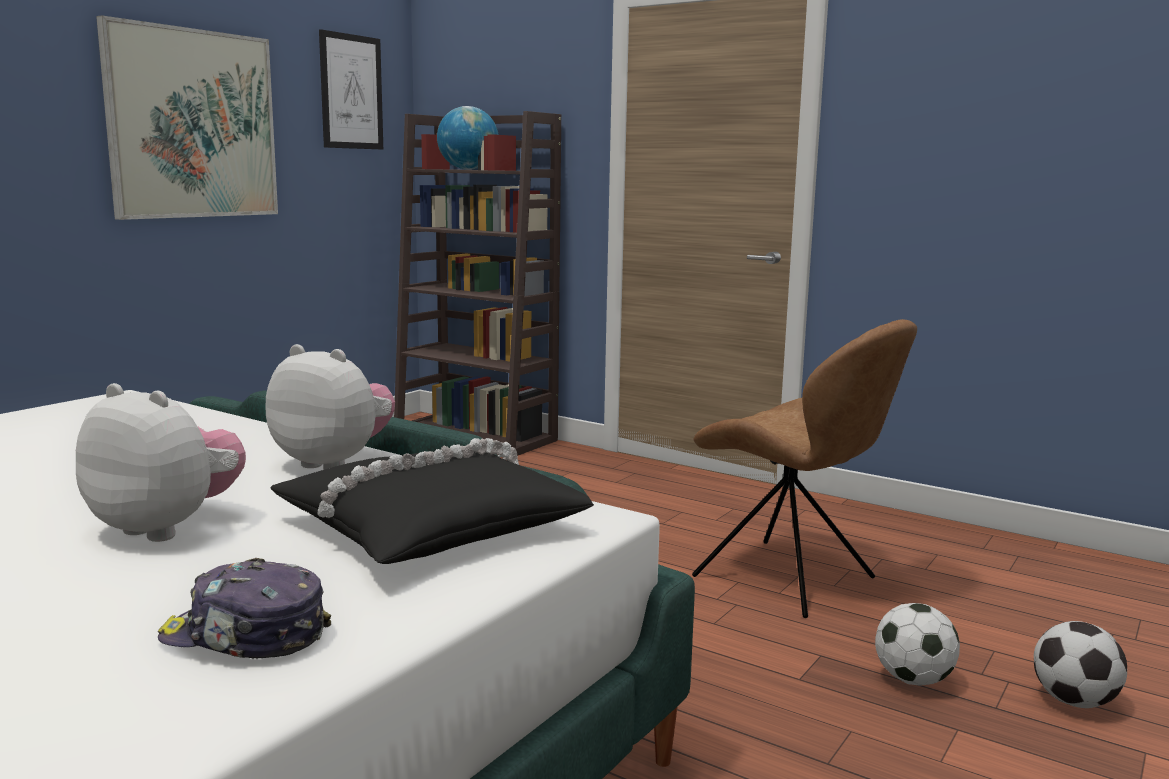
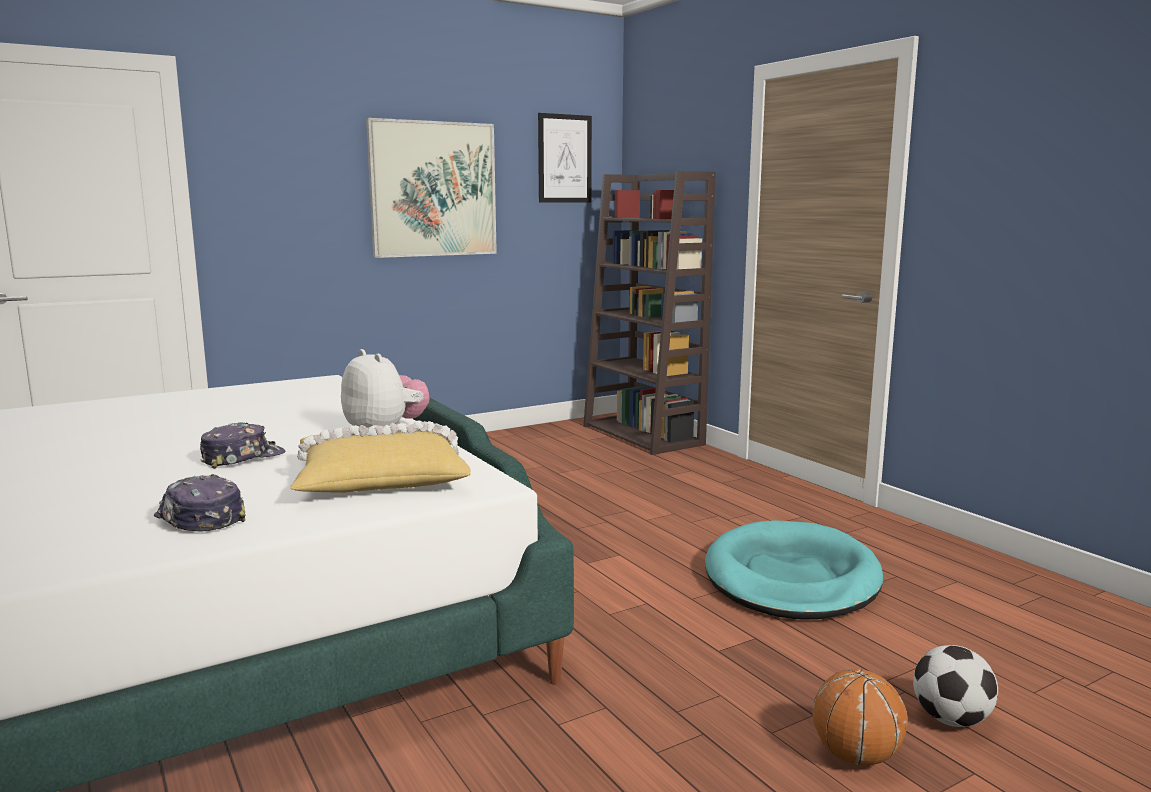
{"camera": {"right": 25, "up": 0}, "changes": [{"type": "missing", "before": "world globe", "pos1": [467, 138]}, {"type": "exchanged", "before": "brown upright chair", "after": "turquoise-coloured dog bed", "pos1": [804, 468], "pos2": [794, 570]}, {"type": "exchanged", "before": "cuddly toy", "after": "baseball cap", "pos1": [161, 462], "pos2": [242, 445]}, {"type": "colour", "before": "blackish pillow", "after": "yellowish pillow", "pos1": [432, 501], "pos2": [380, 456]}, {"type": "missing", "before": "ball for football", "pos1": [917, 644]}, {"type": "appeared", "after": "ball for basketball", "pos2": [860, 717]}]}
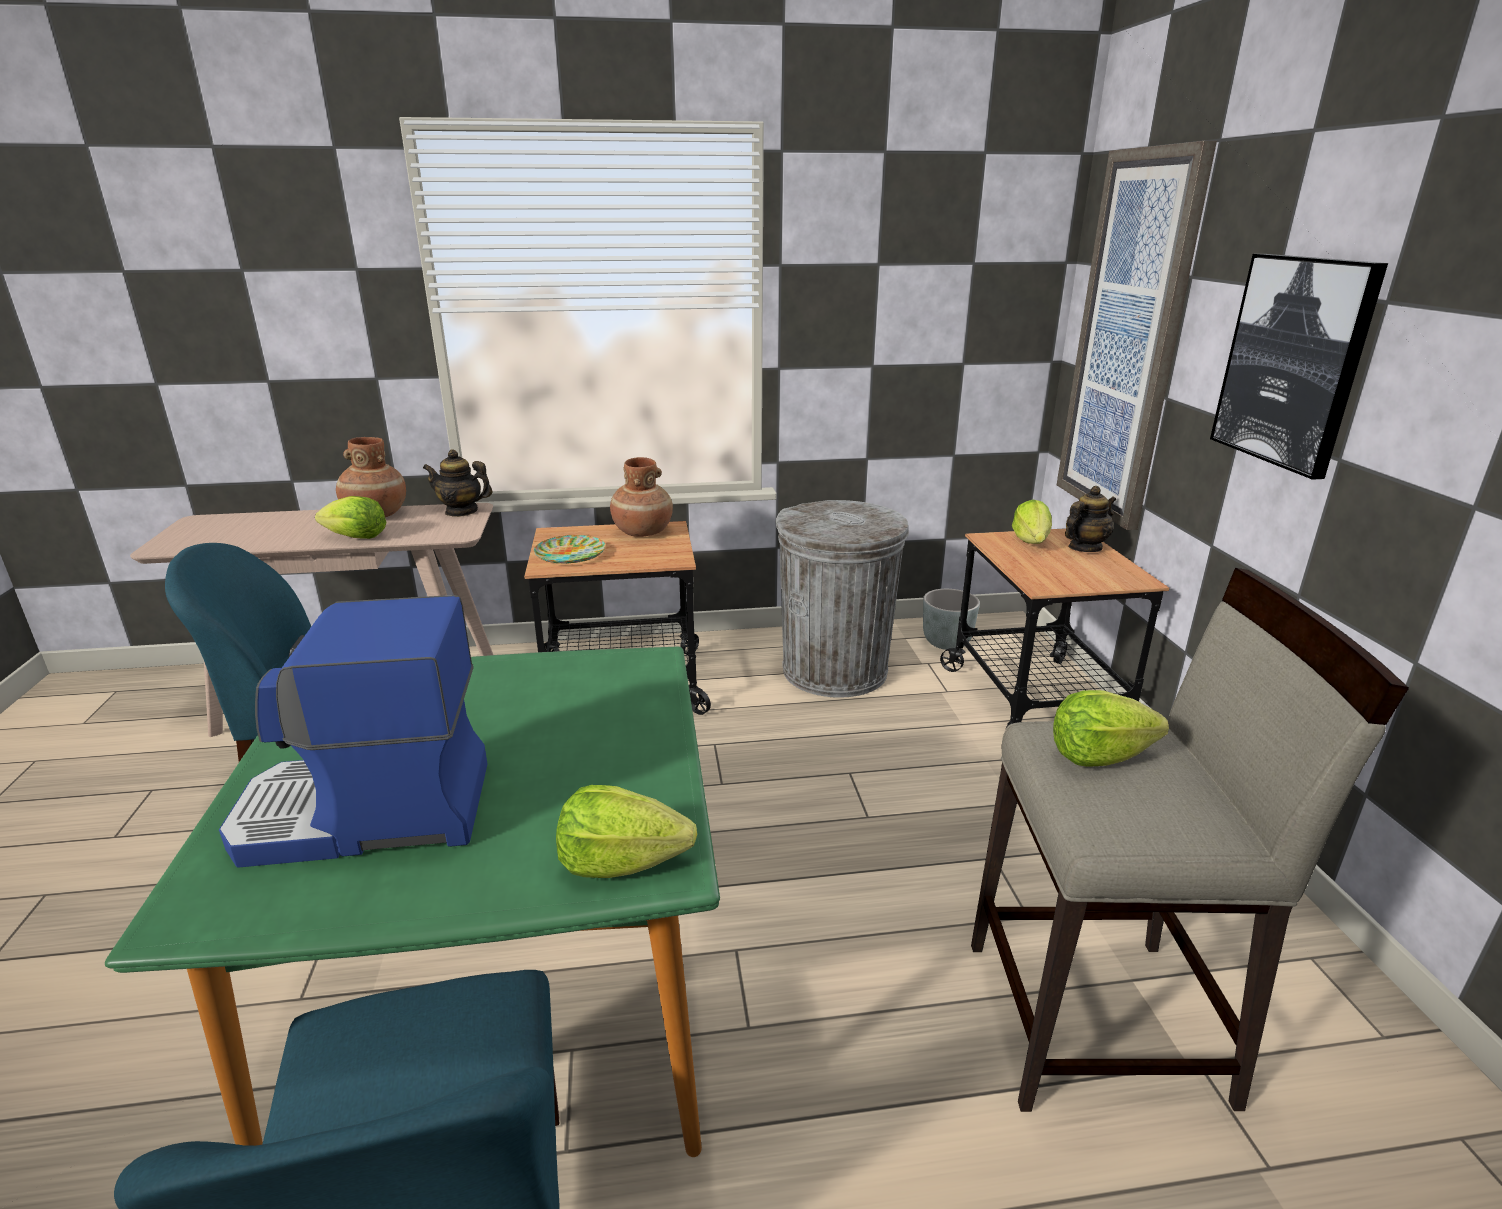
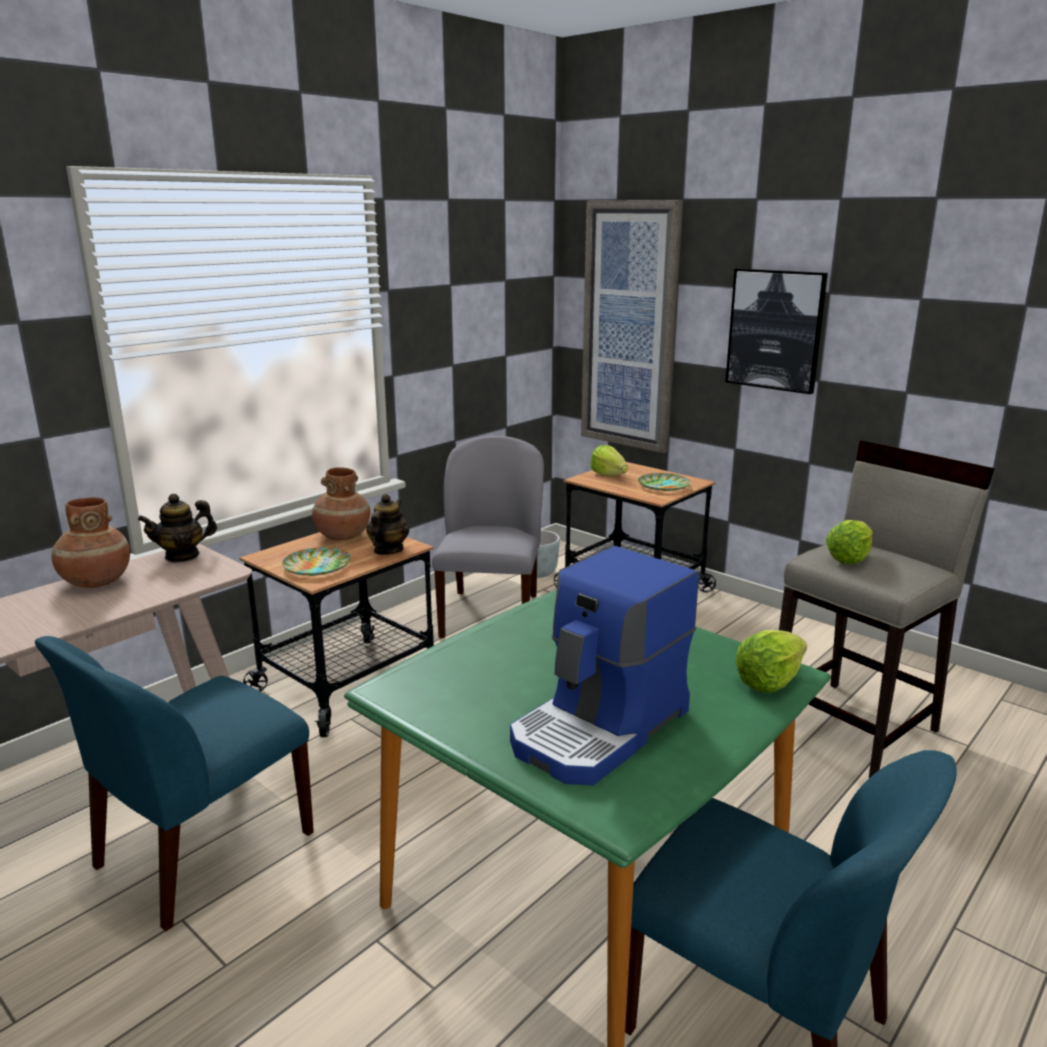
{"camera": {"right": -40, "up": -5}, "changes": [{"type": "relocated", "before": "pot for tea", "pos1": [1090, 519], "pos2": [387, 524]}, {"type": "missing", "before": "lettuce head", "pos1": [350, 517]}, {"type": "exchanged", "before": "greyish trash can", "after": "greyish upright chair", "pos1": [842, 598], "pos2": [488, 537]}, {"type": "appeared", "after": "plate", "pos2": [664, 482]}]}
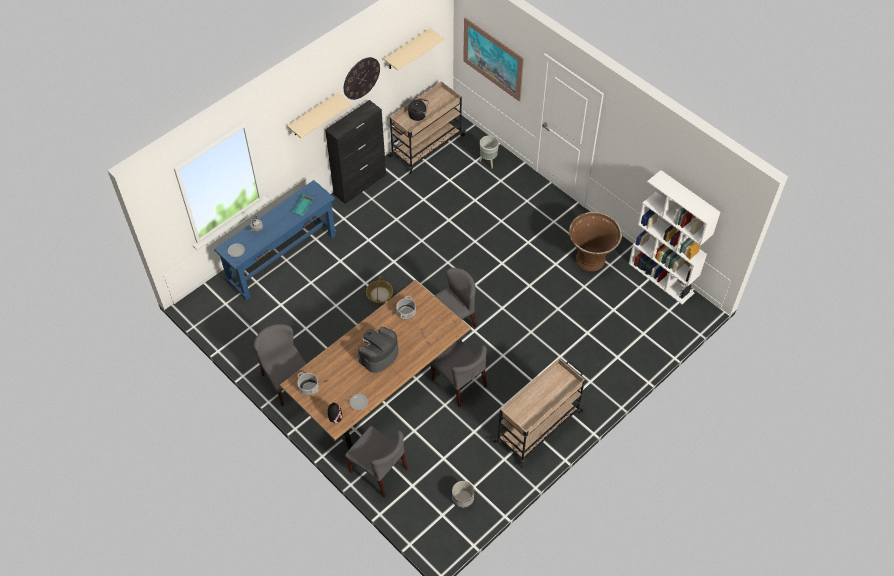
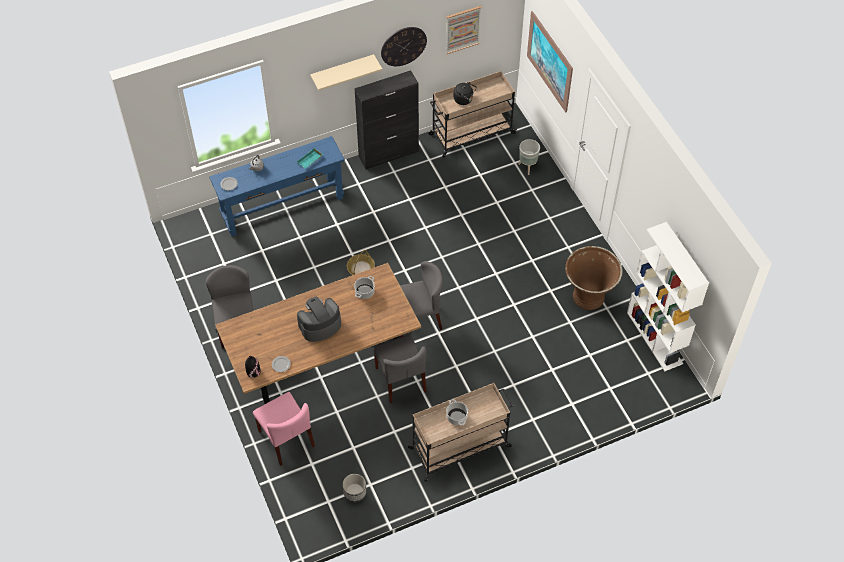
{"camera": {"right": 20, "up": 0}, "changes": [{"type": "exchanged", "before": "sand-coloured wall shelf", "after": "picture", "pos1": [414, 49], "pos2": [464, 30]}, {"type": "relocated", "before": "stockpot", "pos1": [307, 383], "pos2": [457, 412]}, {"type": "colour", "before": "greyish upright chair", "after": "pink upright chair", "pos1": [376, 461], "pos2": [284, 429]}]}
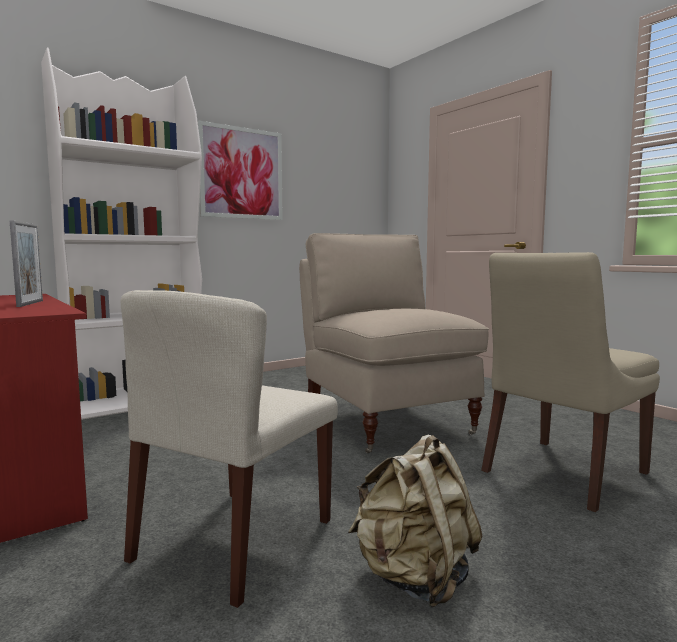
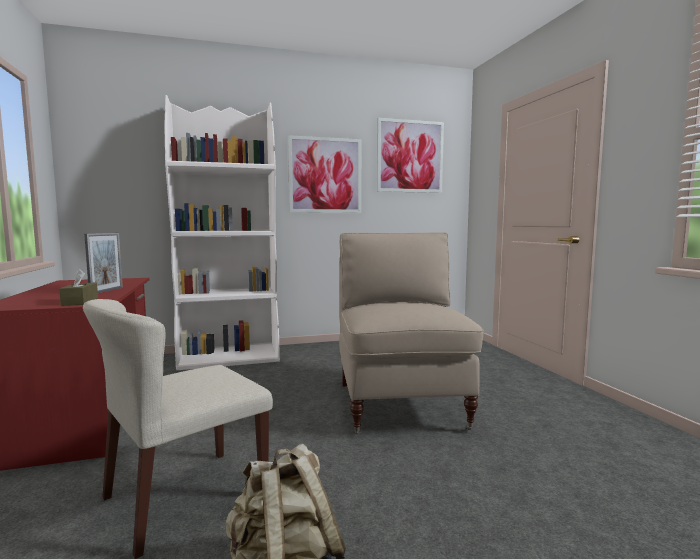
{"camera": {"right": 20, "up": 0}, "changes": [{"type": "missing", "before": "sand-coloured upright chair", "pos1": [570, 382]}, {"type": "appeared", "after": "picture", "pos2": [410, 155]}, {"type": "appeared", "after": "brown tissue box", "pos2": [78, 287]}]}
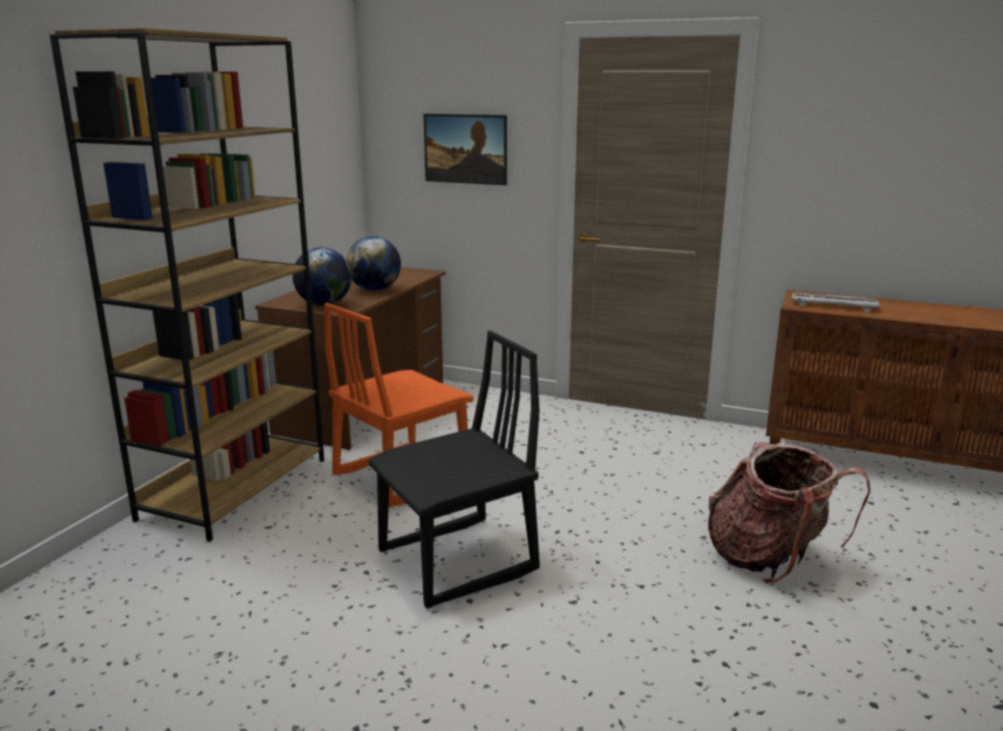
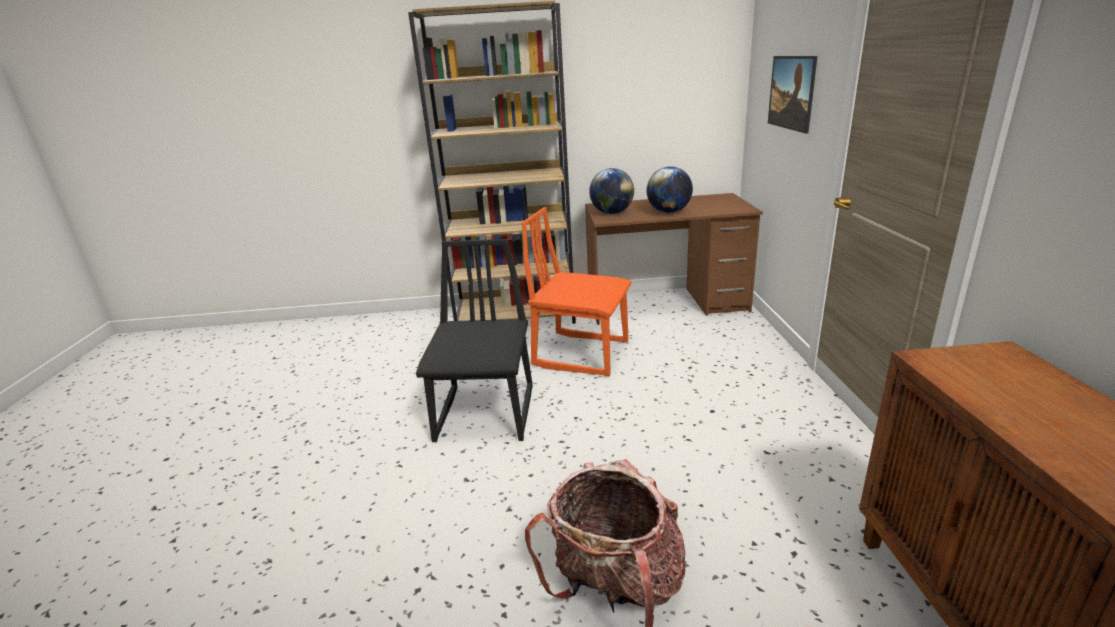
{"camera": {"right": 65, "up": 5}, "changes": [{"type": "missing", "before": "keyboard", "pos1": [836, 302]}, {"type": "spun", "before": "blackish upright chair", "pos1": [454, 469], "pos2": [474, 340], "turn": -120}]}
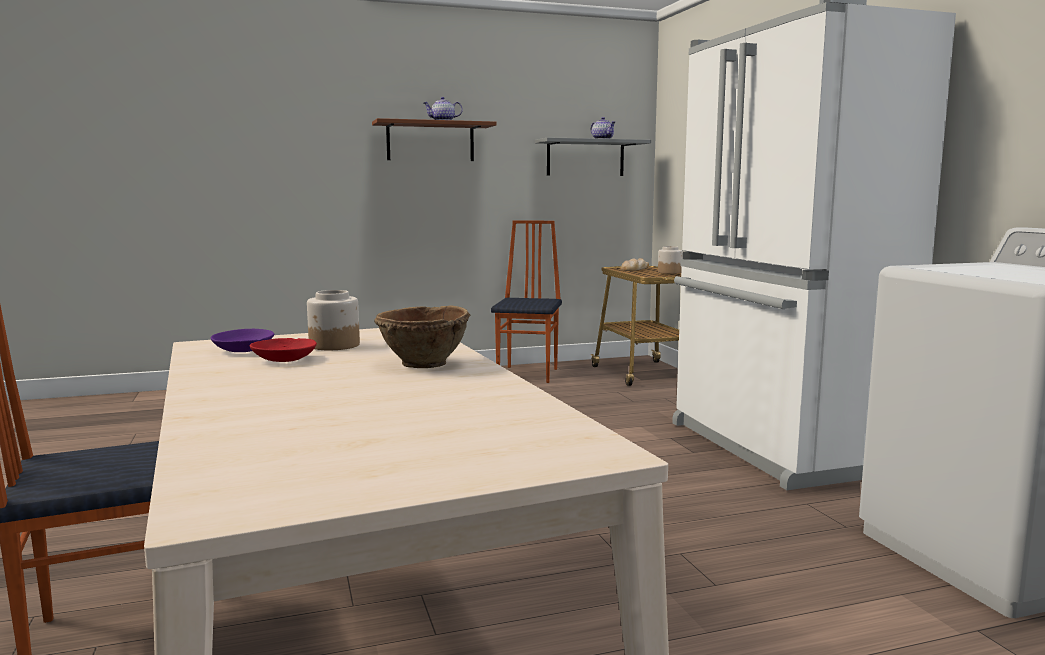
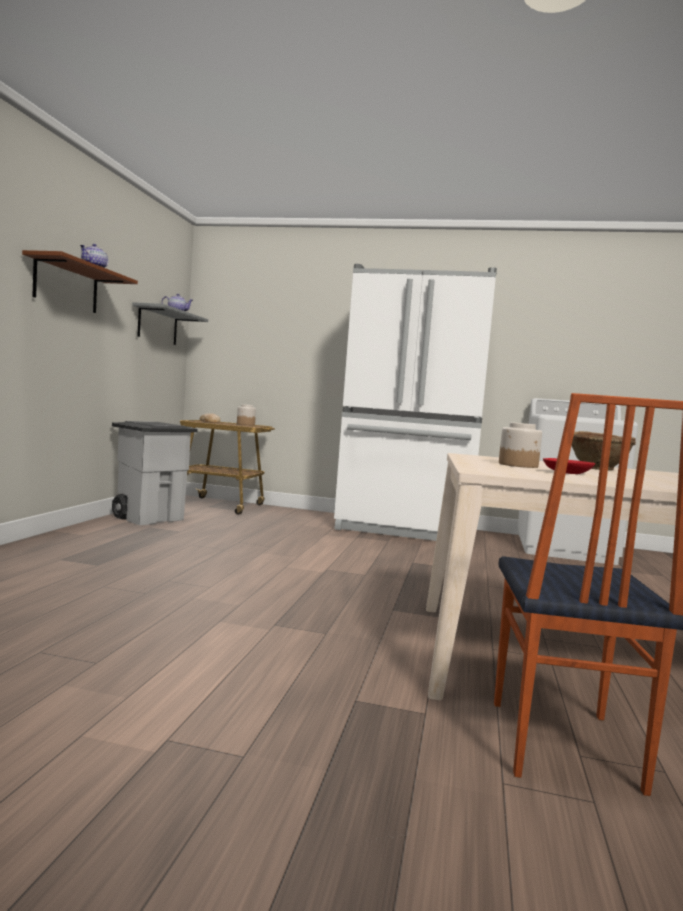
{"camera": {"right": -60, "up": -5}, "changes": [{"type": "exchanged", "before": "upright chair", "after": "greyish trash can", "pos1": [526, 301], "pos2": [155, 473]}, {"type": "missing", "before": "purple deep dish", "pos1": [242, 340]}]}
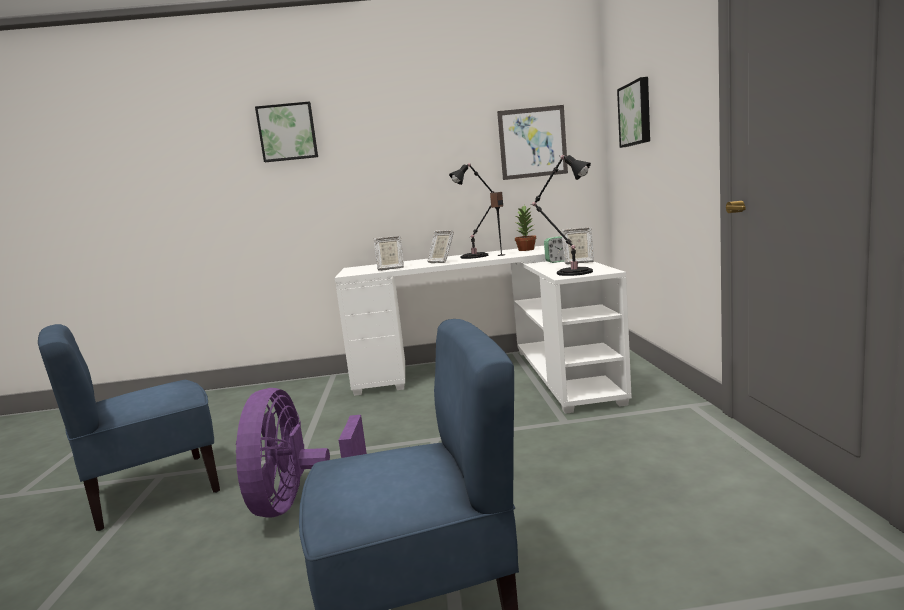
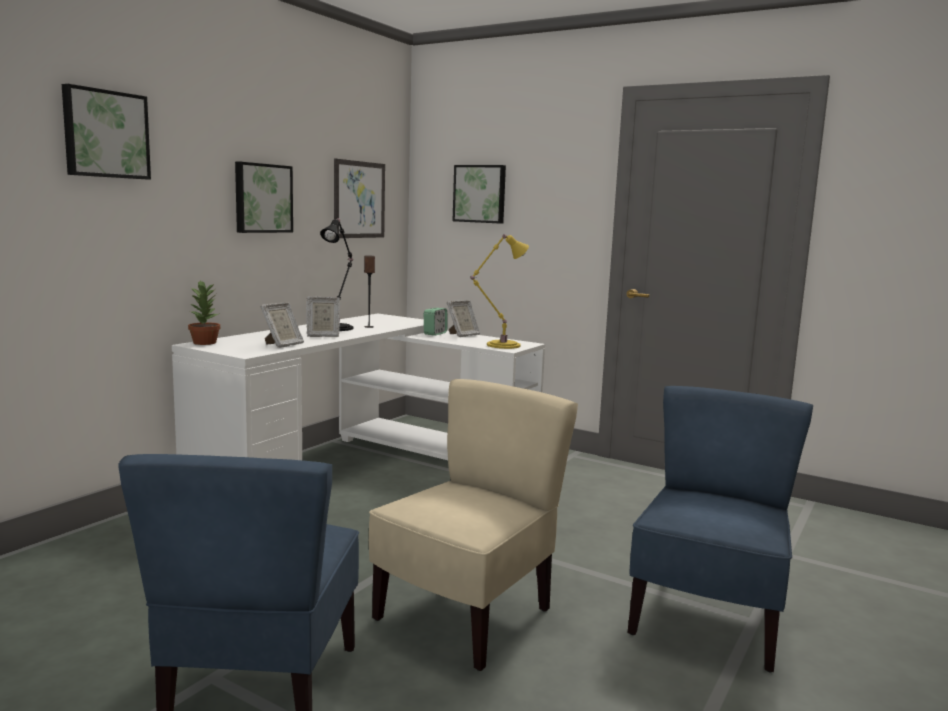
{"camera": {"right": -55, "up": 0}, "changes": [{"type": "colour", "before": "blackish table lamp", "after": "yellowish table lamp", "pos1": [561, 215], "pos2": [499, 291]}, {"type": "relocated", "before": "plant in a pot", "pos1": [525, 228], "pos2": [204, 312]}, {"type": "exchanged", "before": "purple fan", "after": "sand-coloured upright chair", "pos1": [301, 453], "pos2": [473, 525]}, {"type": "appeared", "after": "picture", "pos2": [264, 197]}]}
